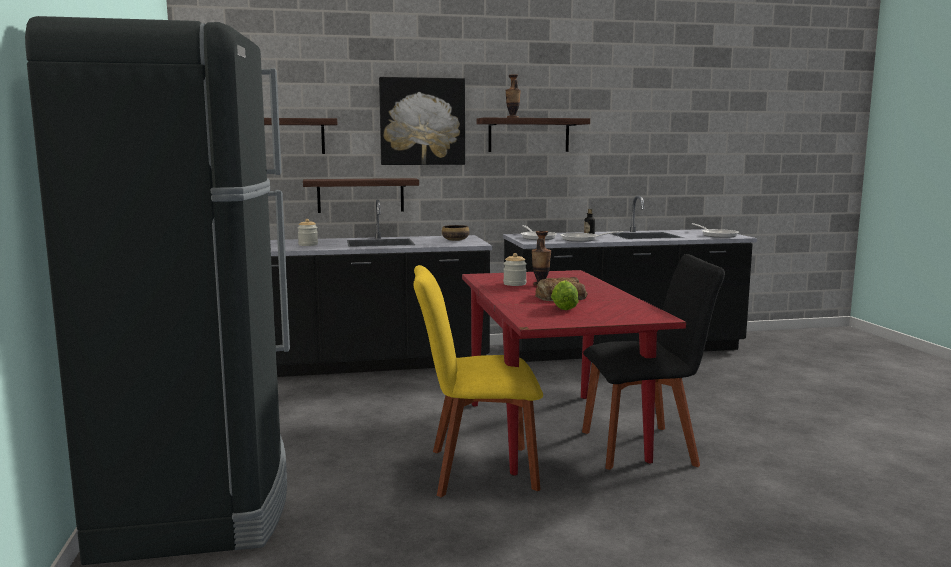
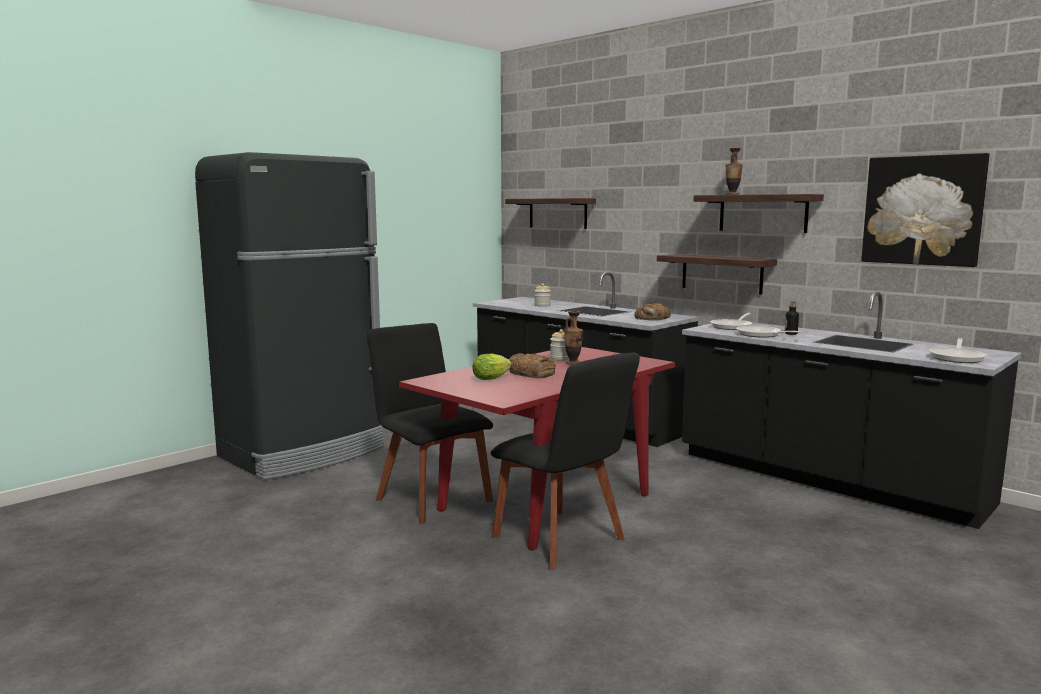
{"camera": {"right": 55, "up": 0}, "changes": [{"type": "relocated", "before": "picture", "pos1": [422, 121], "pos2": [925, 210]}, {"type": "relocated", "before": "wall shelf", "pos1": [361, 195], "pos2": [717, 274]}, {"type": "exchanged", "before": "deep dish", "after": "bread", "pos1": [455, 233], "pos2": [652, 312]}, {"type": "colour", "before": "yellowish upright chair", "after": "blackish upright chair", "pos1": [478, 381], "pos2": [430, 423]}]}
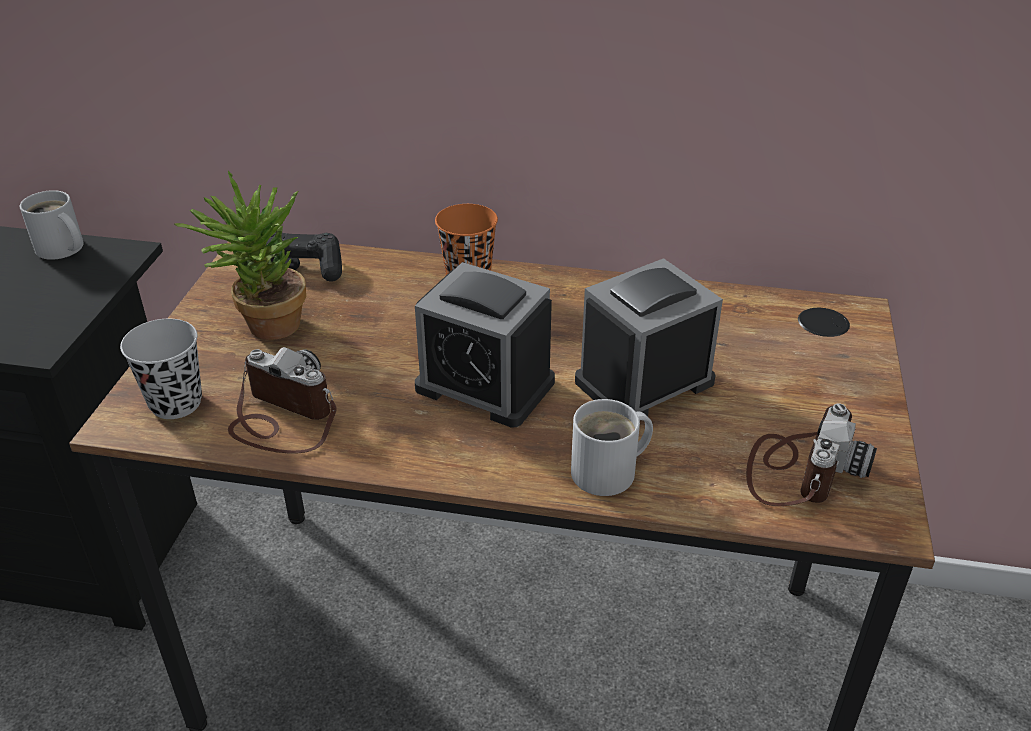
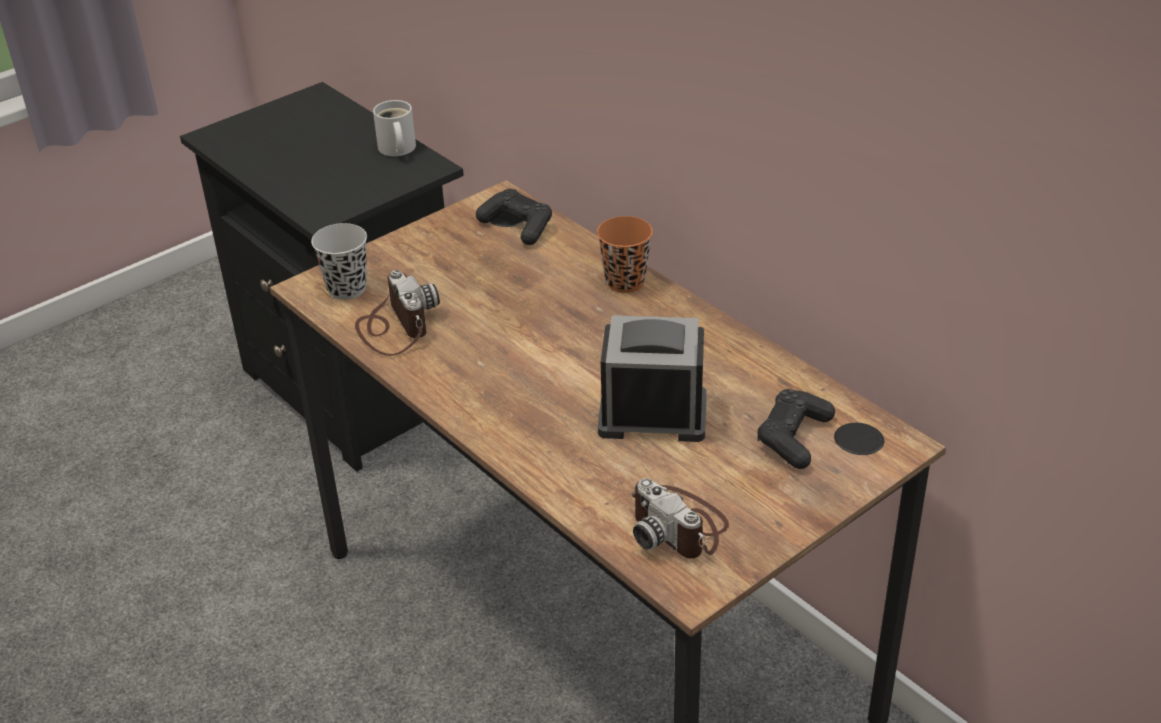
{"camera": {"right": 40, "up": 0}, "changes": [{"type": "missing", "before": "plant in a pot", "pos1": [240, 255]}, {"type": "missing", "before": "bedside clock", "pos1": [485, 344]}, {"type": "missing", "before": "white-coloured tea mug", "pos1": [612, 447]}, {"type": "spun", "before": "photo camera", "pos1": [811, 454], "pos2": [680, 518], "turn": 75}, {"type": "appeared", "after": "blackish gamepad", "pos2": [796, 429]}]}
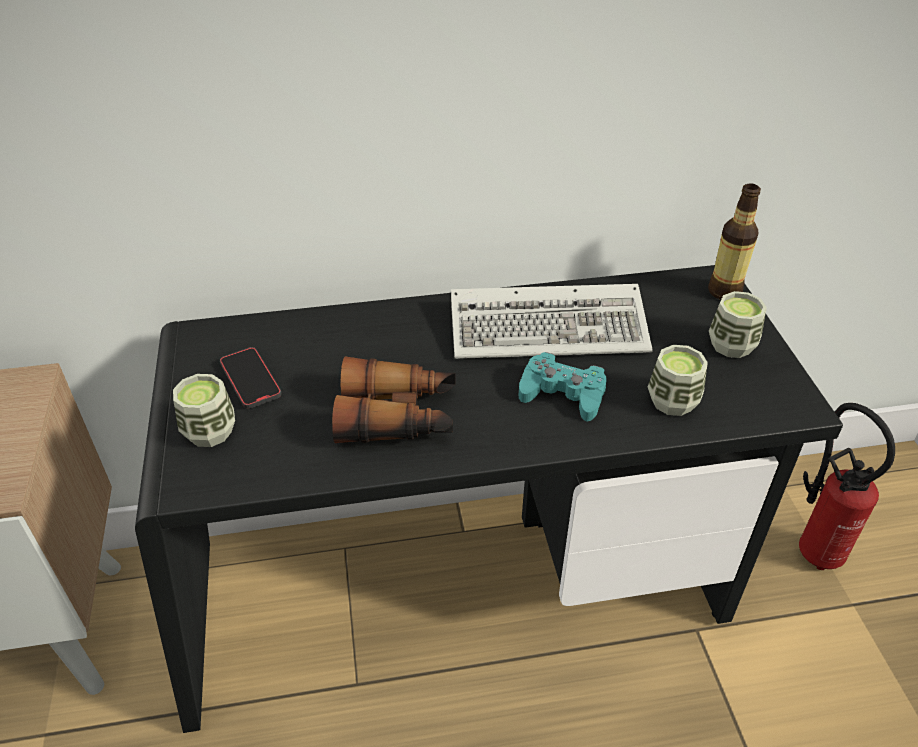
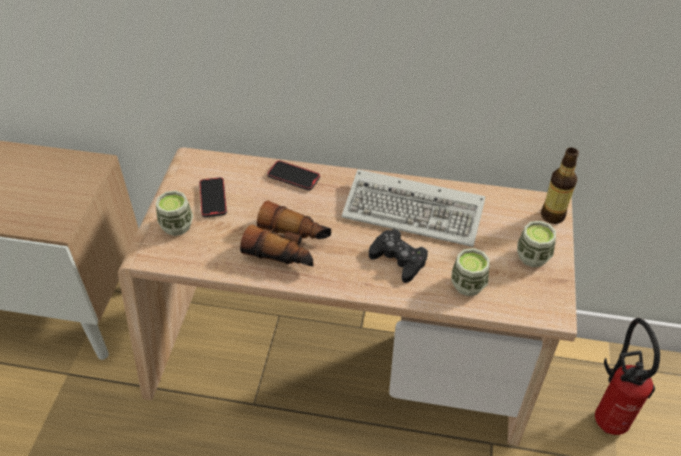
{"camera": {"right": 20, "up": 5}, "changes": [{"type": "colour", "before": "blackish desk table", "after": "sand-coloured desk table", "pos1": [489, 499], "pos2": [347, 296]}, {"type": "colour", "before": "turquoise-coloured gamepad", "after": "blackish gamepad", "pos1": [563, 386], "pos2": [398, 256]}, {"type": "appeared", "after": "telephone", "pos2": [293, 175]}]}
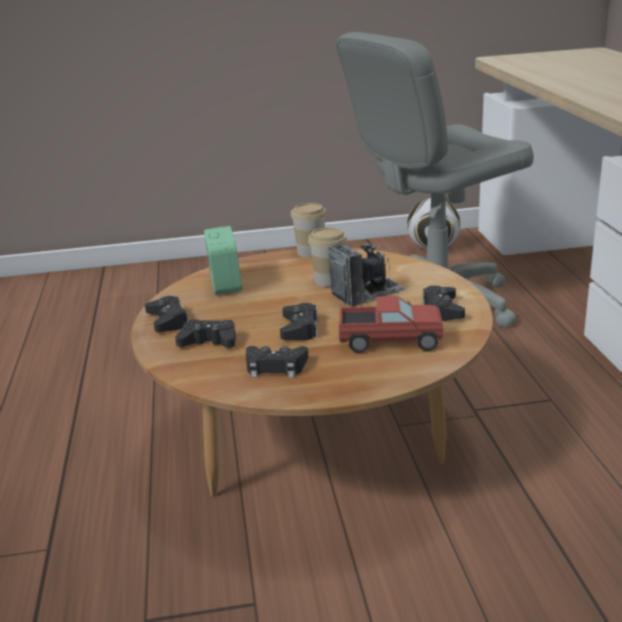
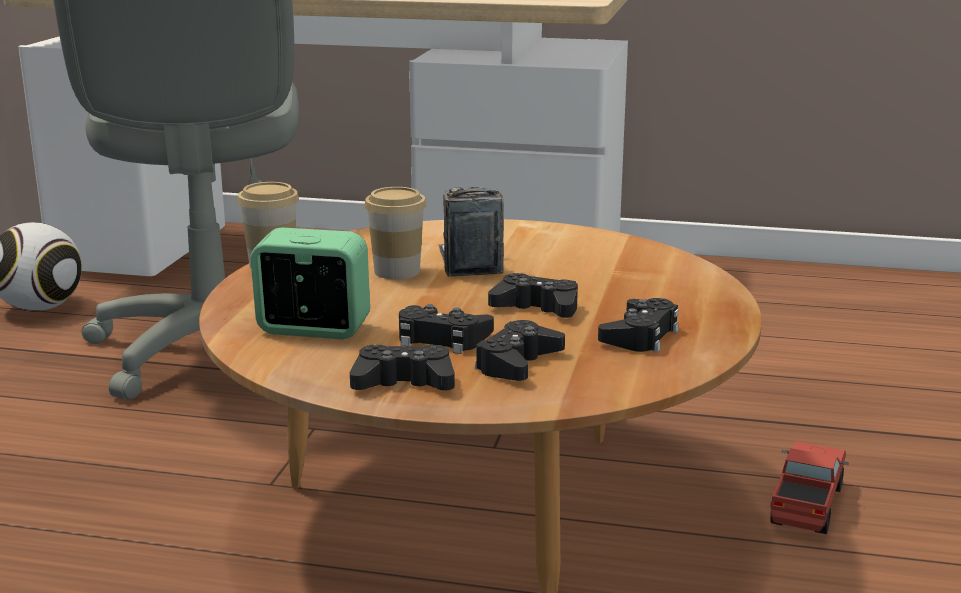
{"camera": {"right": -70, "up": -5}, "changes": [{"type": "relocated", "before": "blackish gamepad", "pos1": [443, 303], "pos2": [446, 329]}, {"type": "relocated", "before": "model truck", "pos1": [391, 324], "pos2": [809, 487]}]}
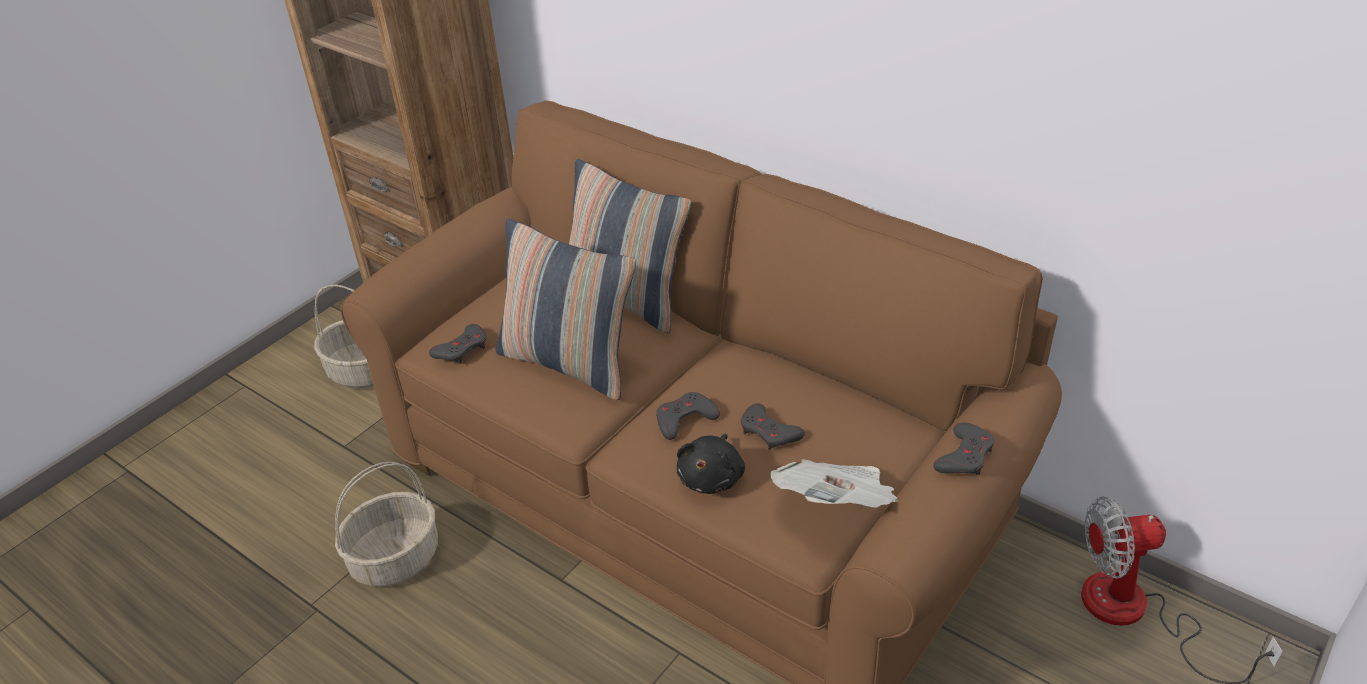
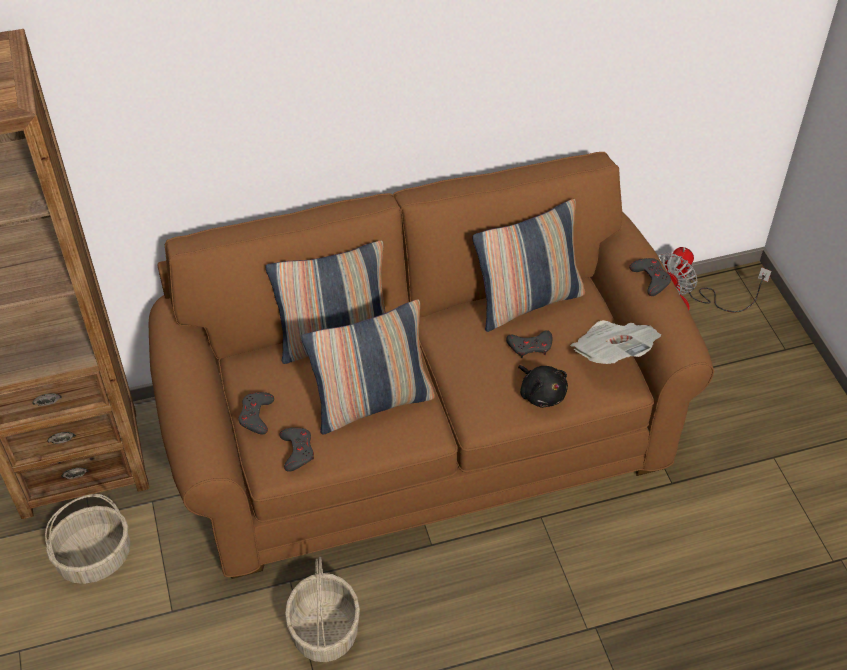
{"camera": {"right": -55, "up": 10}, "changes": [{"type": "relocated", "before": "greyish gamepad", "pos1": [688, 416], "pos2": [256, 413]}, {"type": "appeared", "after": "pillow", "pos2": [528, 265]}]}
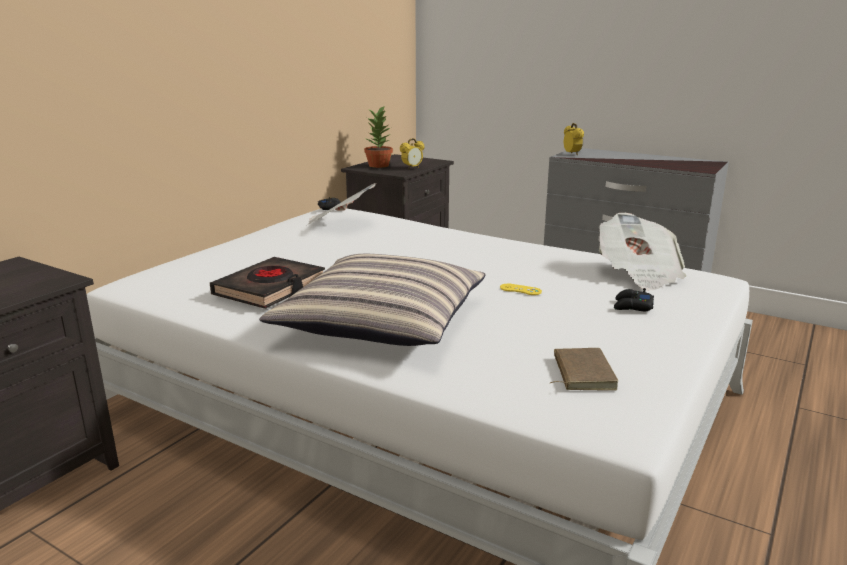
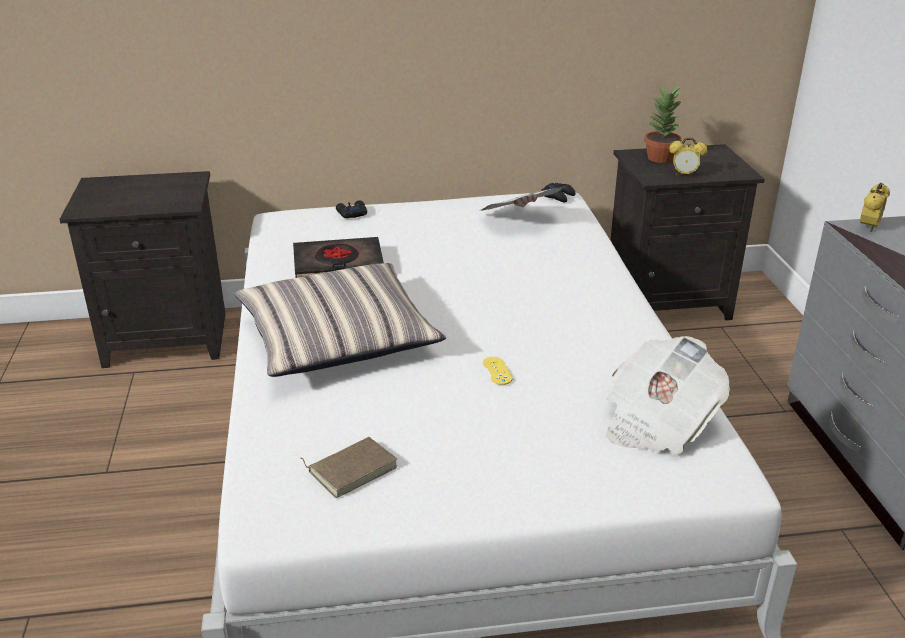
{"camera": {"right": 50, "up": 10}, "changes": [{"type": "relocated", "before": "blackish gamepad", "pos1": [634, 299], "pos2": [351, 209]}]}
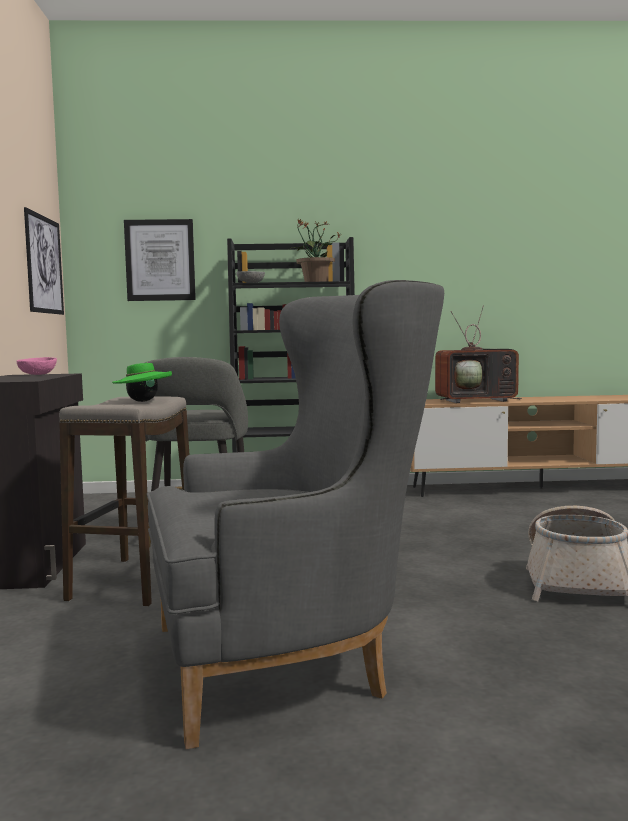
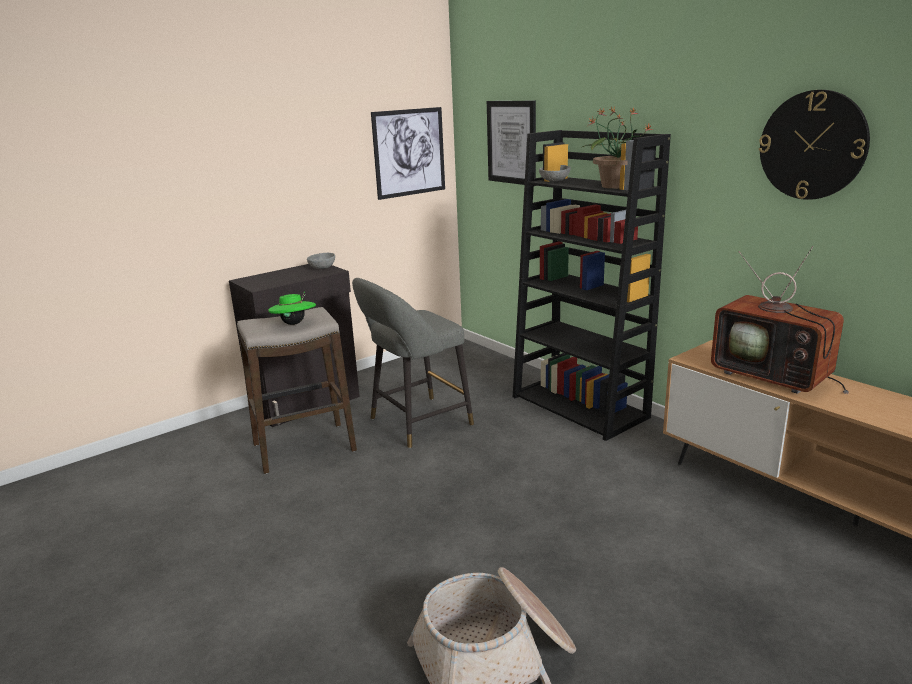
{"camera": {"right": 55, "up": 15}, "changes": [{"type": "missing", "before": "greyish armchair", "pos1": [295, 514]}, {"type": "colour", "before": "pink deep dish", "after": "greyish deep dish", "pos1": [37, 366], "pos2": [321, 261]}, {"type": "appeared", "after": "clock on the wall", "pos2": [814, 145]}]}
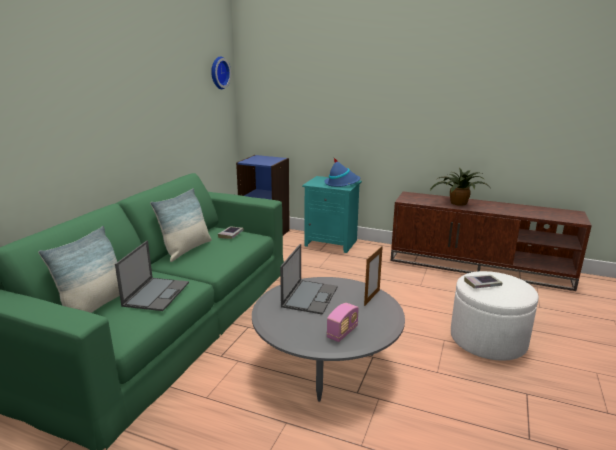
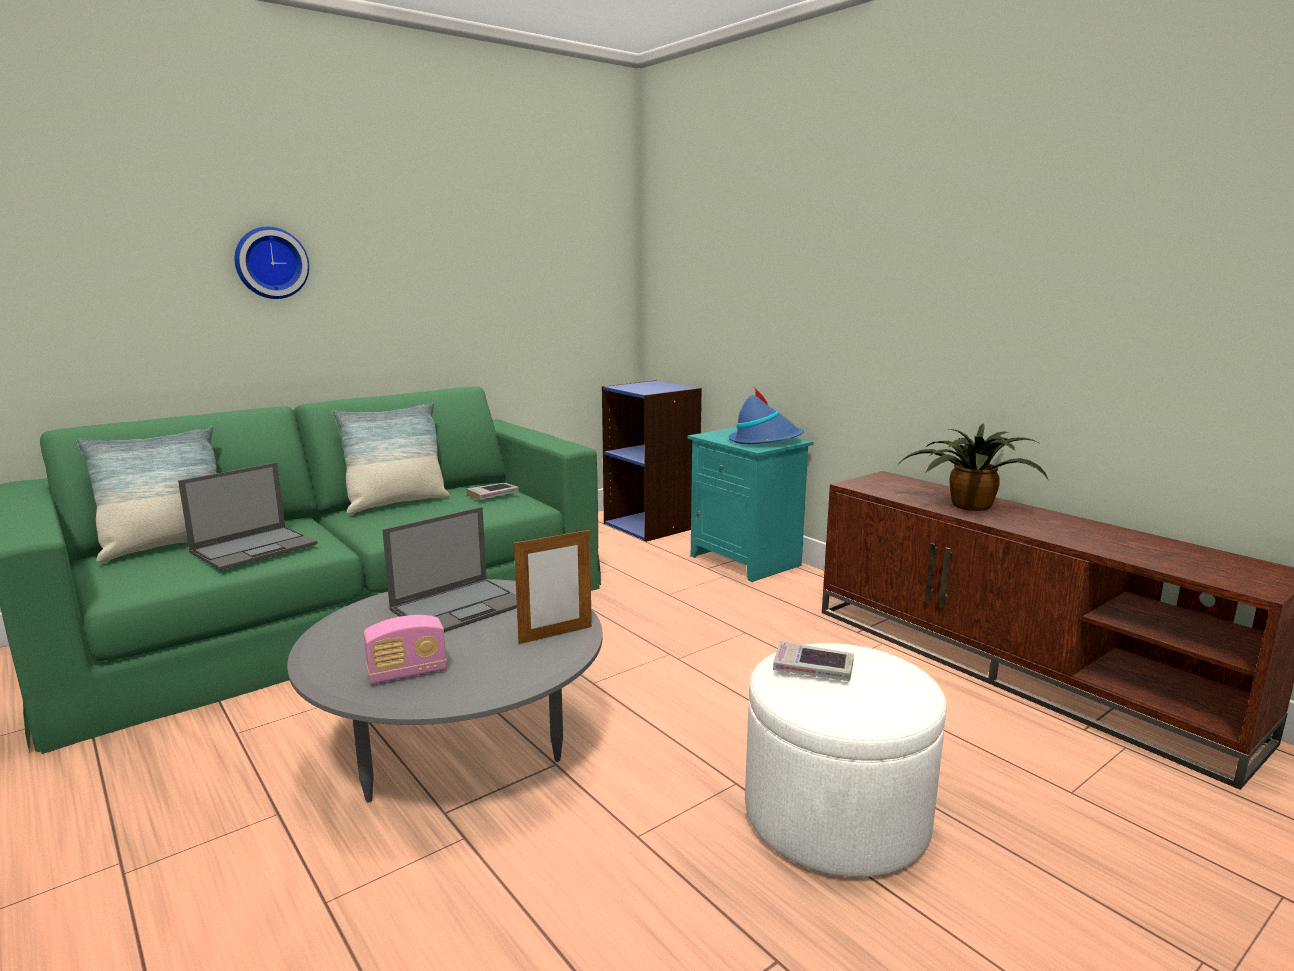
{"camera": {"right": 30, "up": -5}, "changes": [{"type": "relocated", "before": "clock on the wall", "pos1": [221, 72], "pos2": [272, 263]}]}
